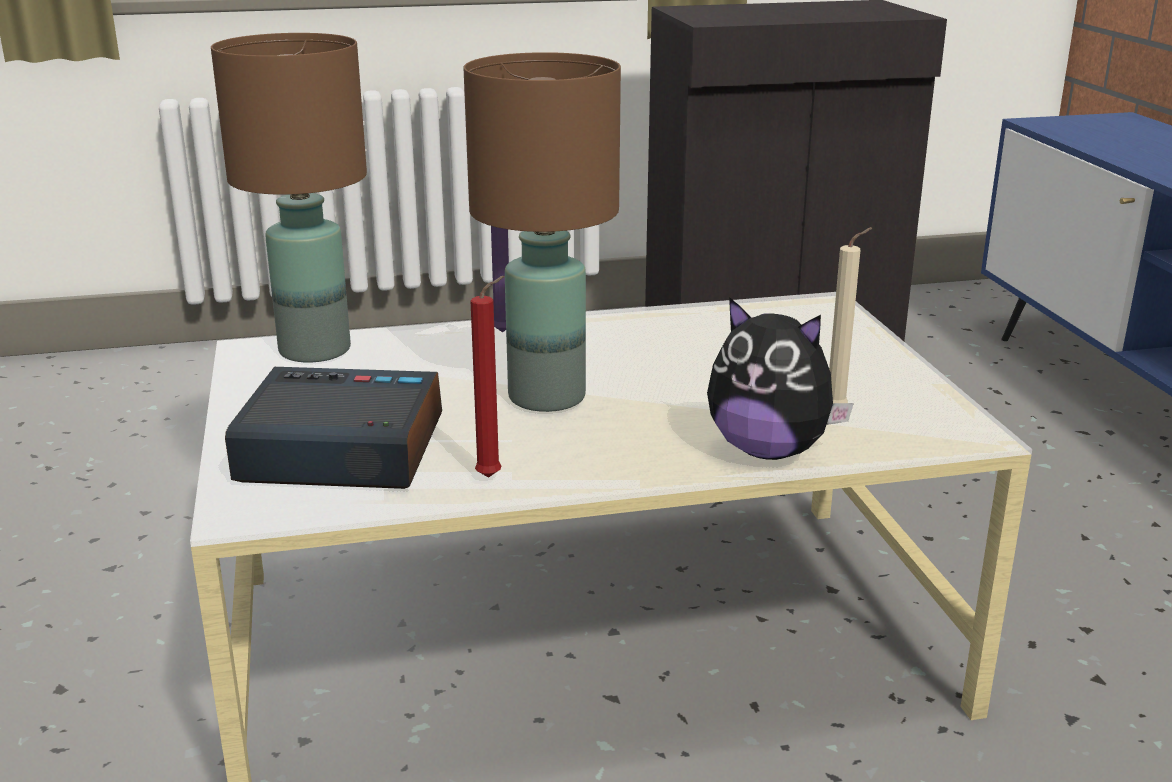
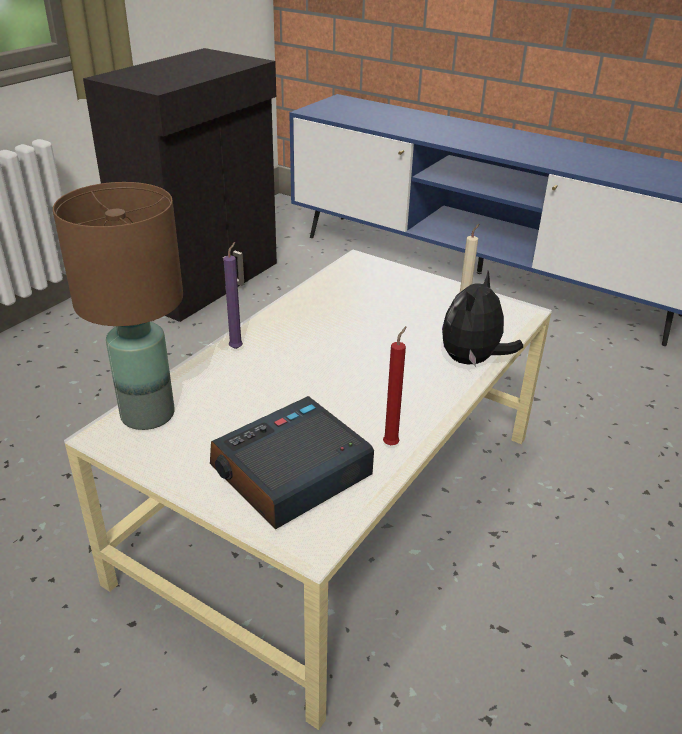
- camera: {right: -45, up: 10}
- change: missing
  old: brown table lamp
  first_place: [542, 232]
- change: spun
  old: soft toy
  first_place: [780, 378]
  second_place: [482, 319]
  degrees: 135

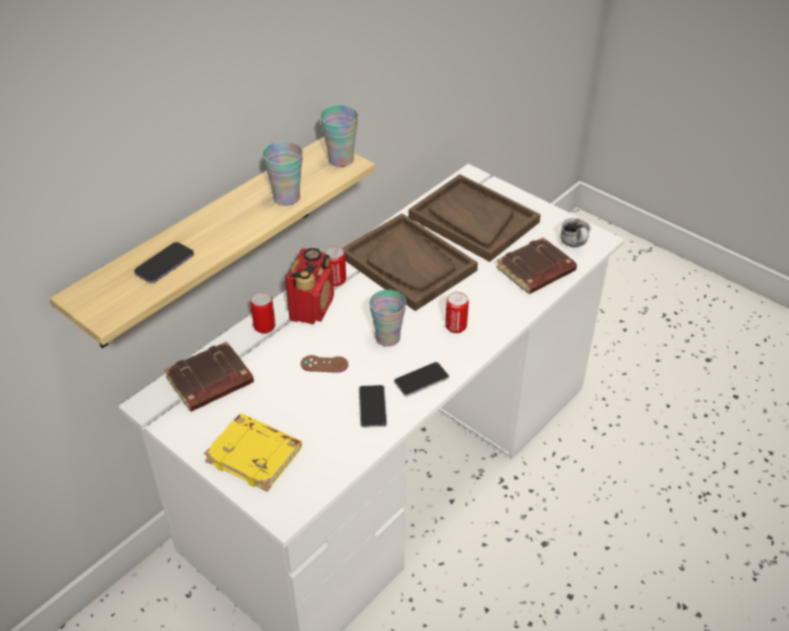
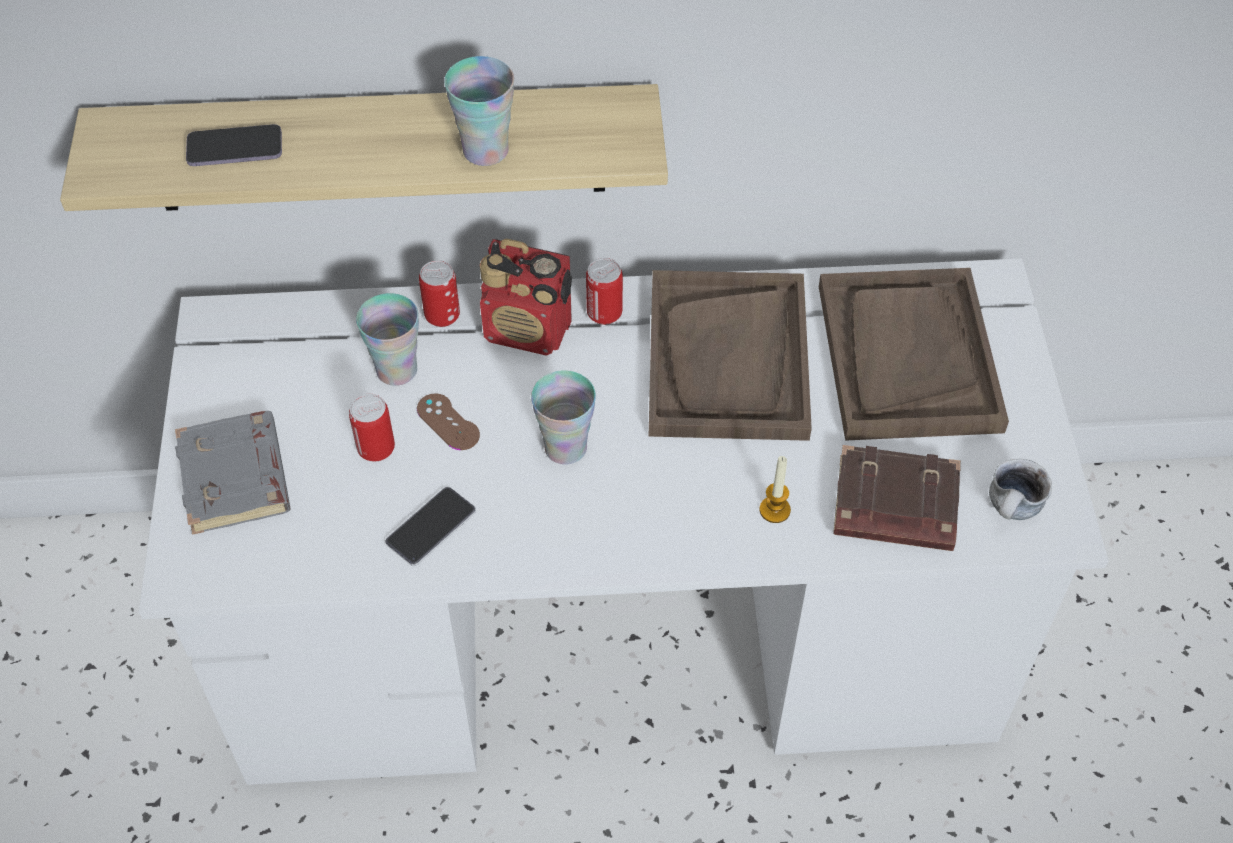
- camera: {right: 45, up: 10}
- change: relocated
  old: cup
  first_place: [339, 136]
  second_place: [387, 339]
- change: spun
  old: radio set
  first_place: [309, 286]
  second_place: [526, 297]
  degrees: 45
- change: relocated
  old: metal can
  first_place: [457, 312]
  second_place: [372, 428]
- change: missing
  old: brown bound book
  first_place: [209, 376]
- change: missing
  old: phone
  first_place: [421, 379]
- change: colour
  old: yellow bound book
  new: grey bound book
  first_place: [253, 452]
  second_place: [233, 473]
- change: appeared
  new: candle
  second_place: [775, 489]

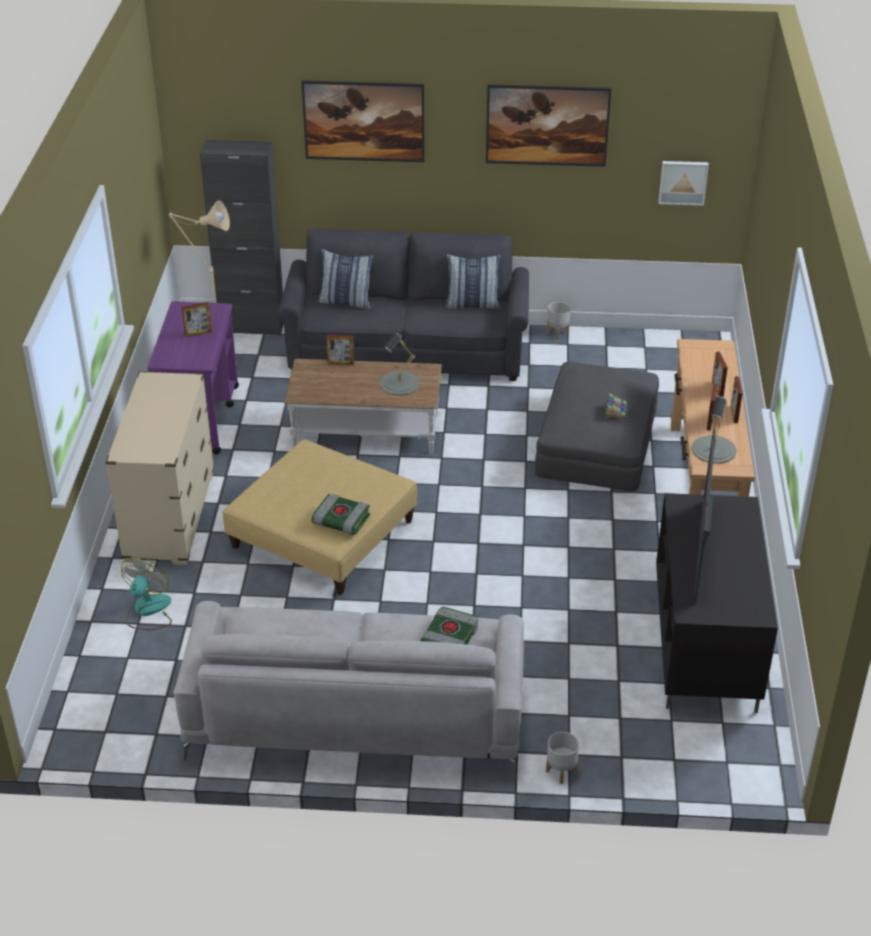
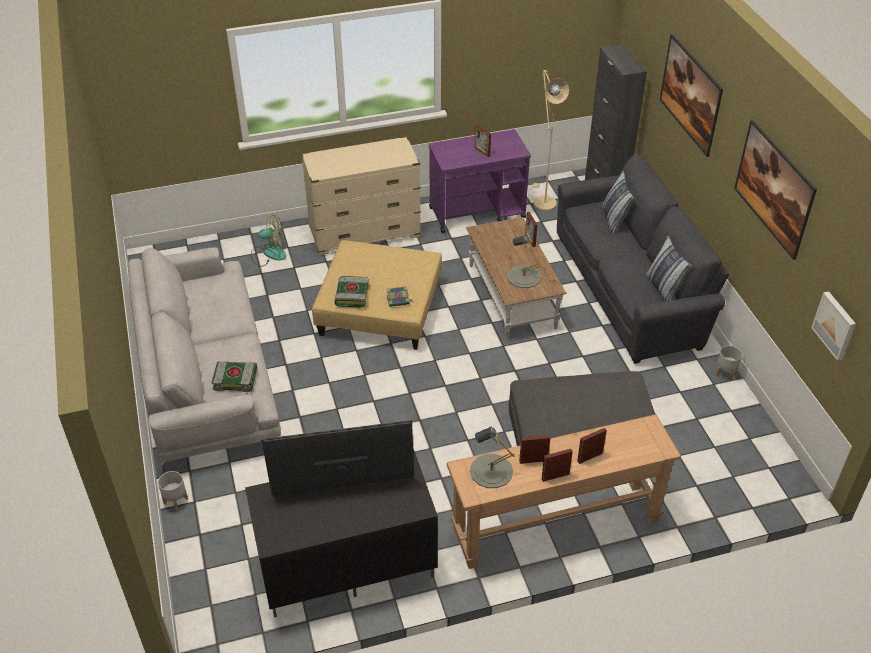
- camera: {right: 70, up: 5}
- change: relocated
  old: bound book
  first_place: [616, 406]
  second_place: [399, 296]

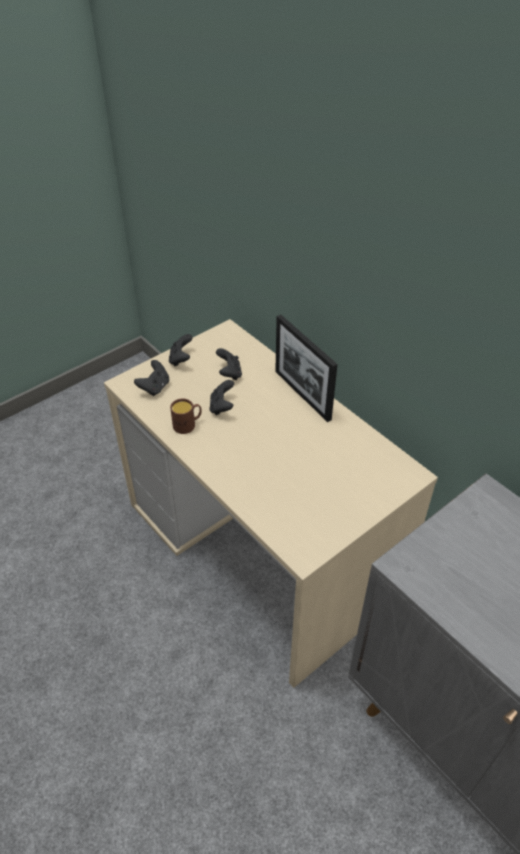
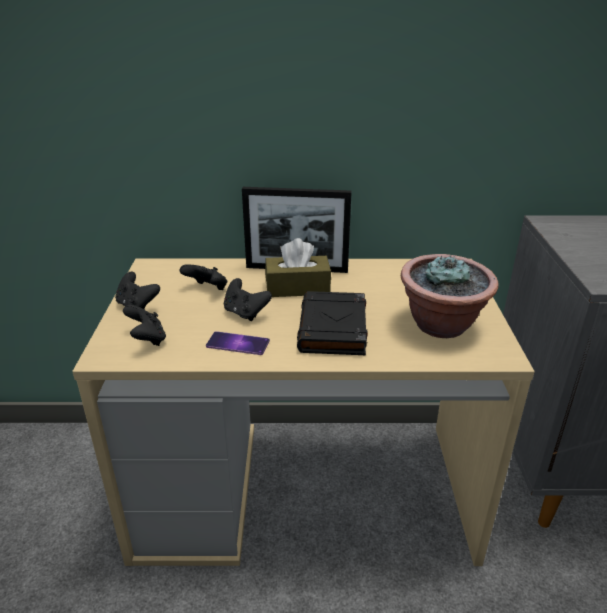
- camera: {right: -50, up: -15}
- change: exchanged
  old: brown coffee mug
  new: phone
  first_place: [186, 416]
  second_place: [238, 343]
- change: appeared
  new: brown tissue holder
  second_place: [298, 267]
- change: appeared
  new: houseplant
  second_place: [450, 296]
- change: appeared
  new: black-coloured bound book
  second_place: [332, 323]

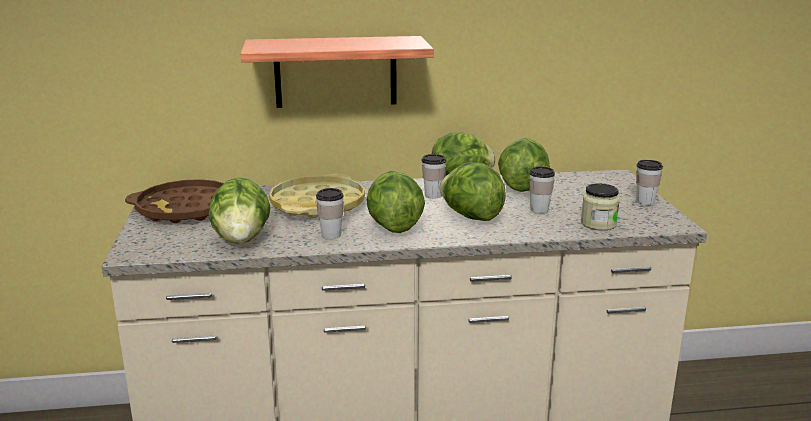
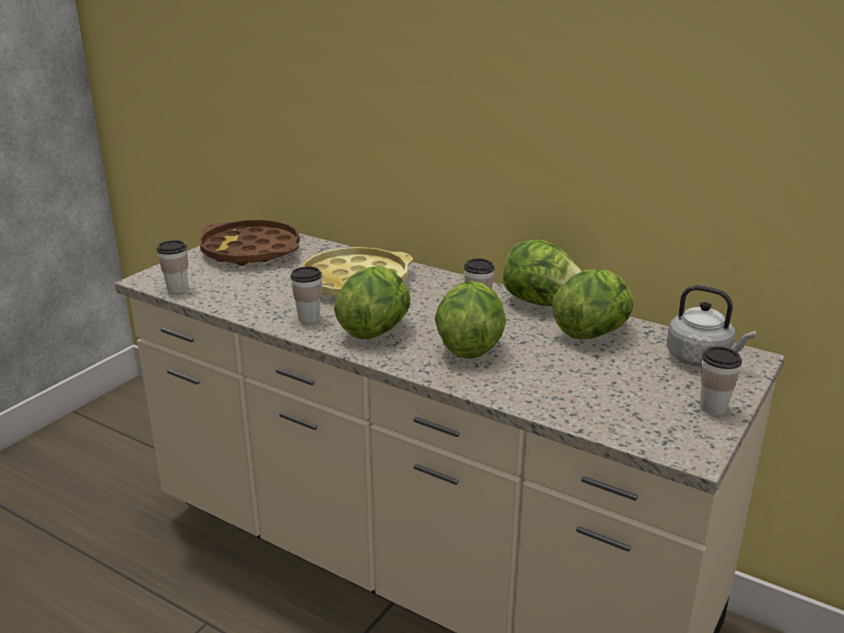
- camera: {right: 40, up: 5}
- change: missing
  old: wall shelf
  first_place: [337, 72]
- change: relocated
  old: cup
  first_place: [542, 189]
  second_place: [172, 266]
- change: missing
  old: lettuce head
  first_place: [239, 210]
- change: missing
  old: jar
  first_place: [600, 207]
- change: appeared
  new: grey water kettle
  second_place: [711, 326]

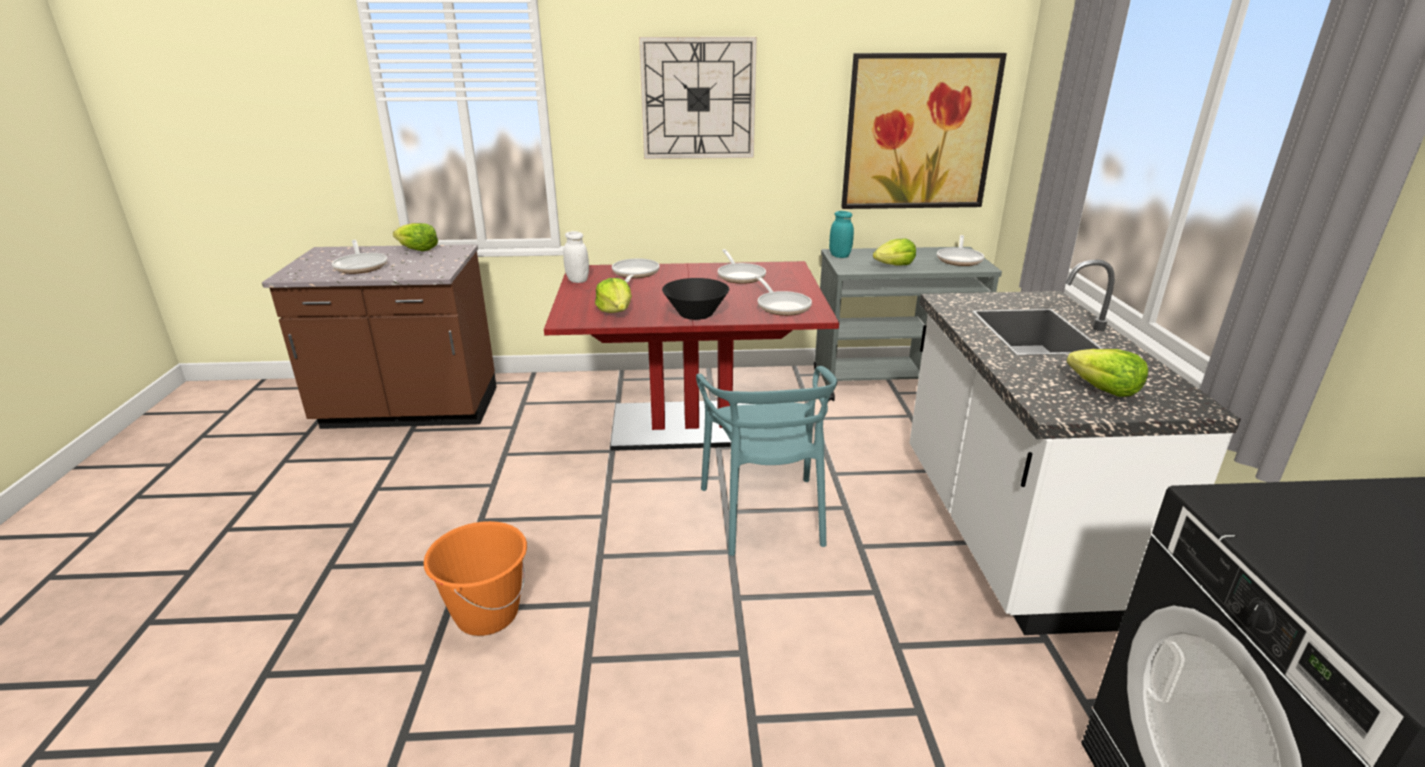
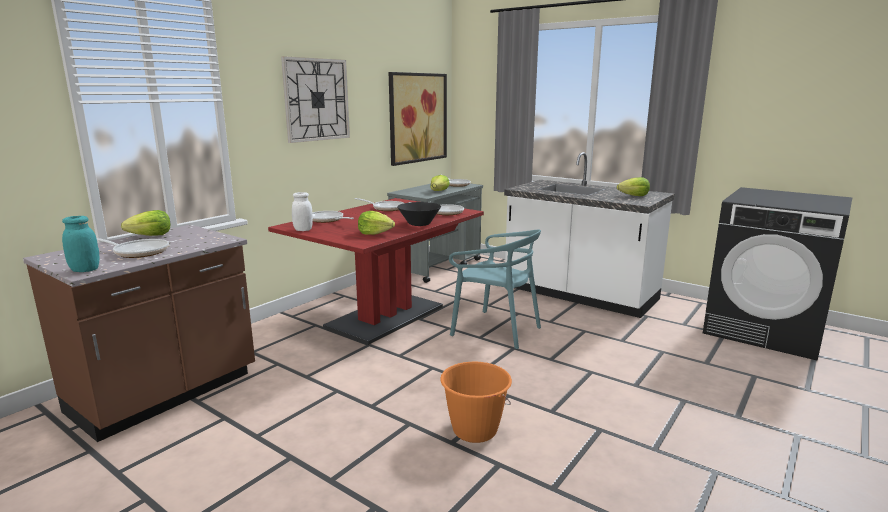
- camera: {right: -50, up: -10}
- change: relocated
  old: blue-green jar
  first_place: [841, 234]
  second_place: [80, 244]

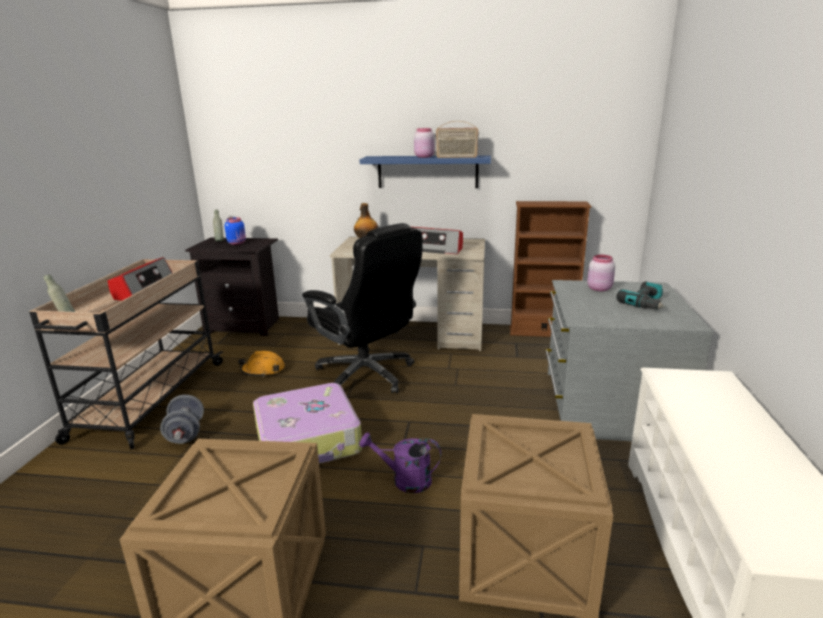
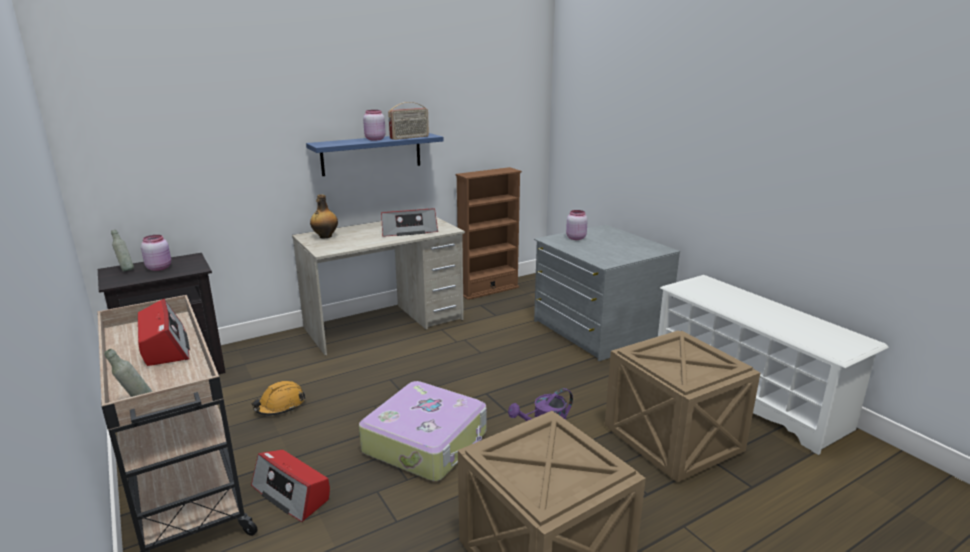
- camera: {right: -40, up: 0}
- change: colour
  old: blue jar
  new: pinkish jar
  first_place: [235, 231]
  second_place: [156, 253]
- change: missing
  old: black-coloured desk chair
  first_place: [362, 308]
- change: missing
  old: power drill
  first_place: [641, 295]
- change: exchanged
  old: grey hand weight
  new: radio set
  first_place: [182, 419]
  second_place: [290, 486]

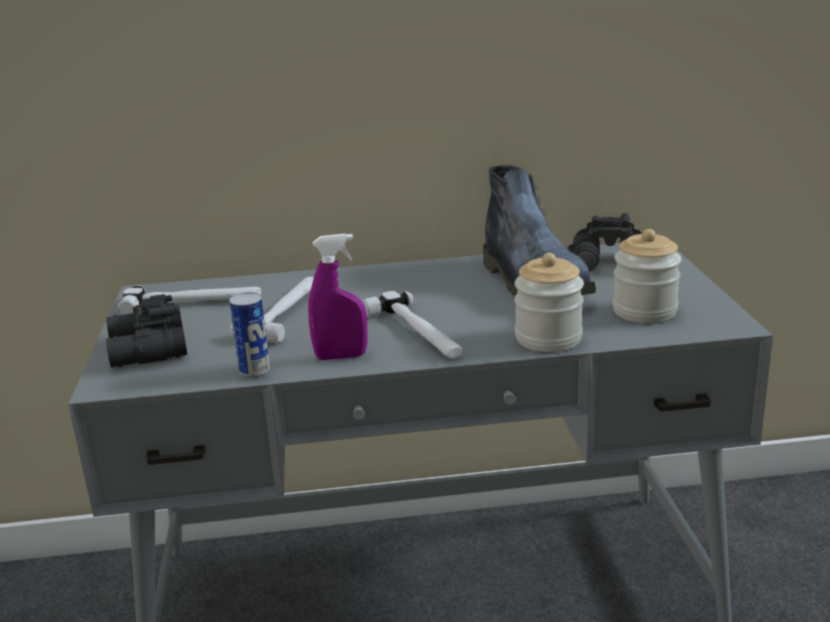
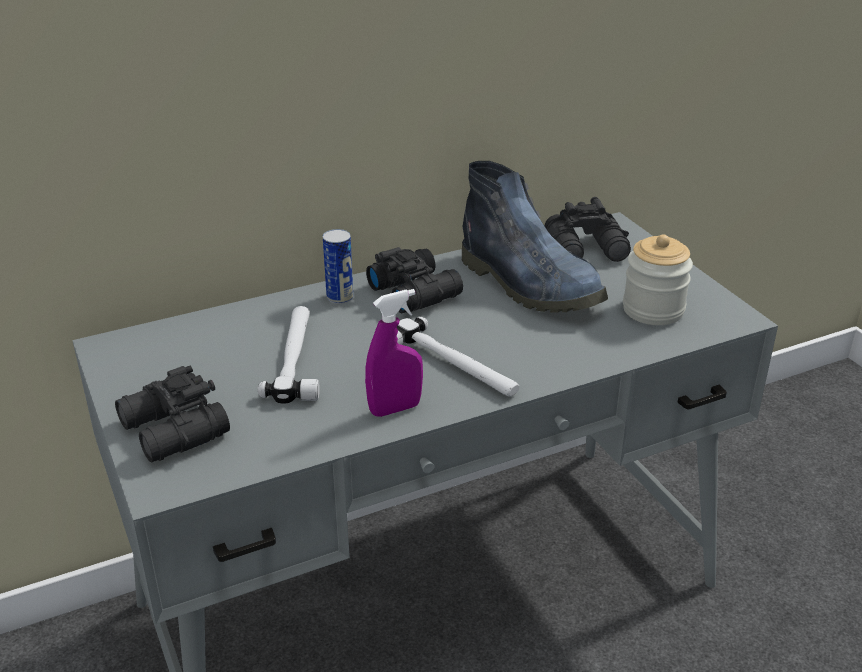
- camera: {right: -20, up: 10}
- change: missing
  old: jar
  first_place: [549, 302]
- change: missing
  old: hand hammer
  first_place: [189, 300]
- change: relocated
  old: metal can
  first_place: [249, 335]
  second_place: [338, 266]
- change: appeared
  new: black-coloured pair of binoculars
  second_place: [414, 280]

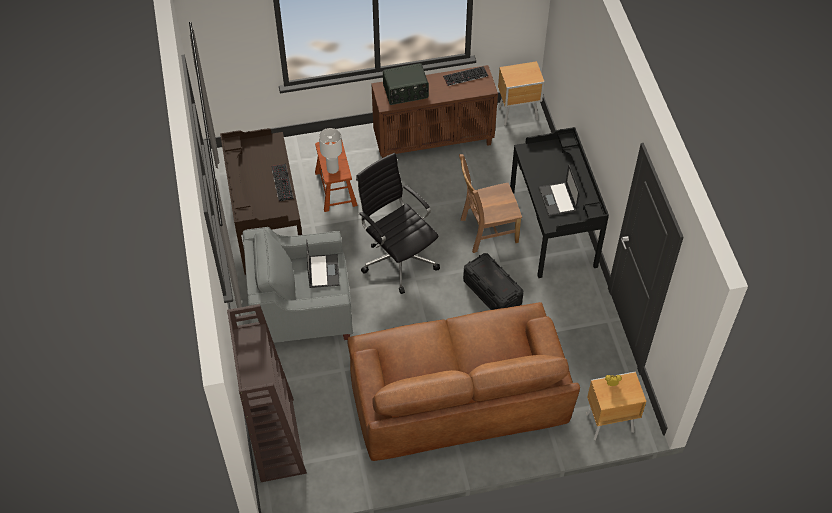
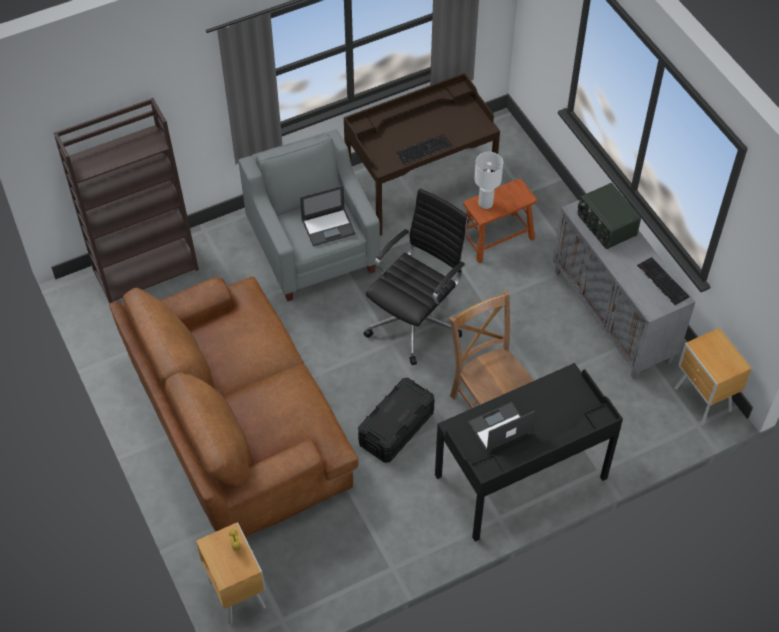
- camera: {right: 75, up: 0}
- change: colour
  old: brown cupboard
  new: grey cupboard
  first_place: [434, 111]
  second_place: [624, 290]

